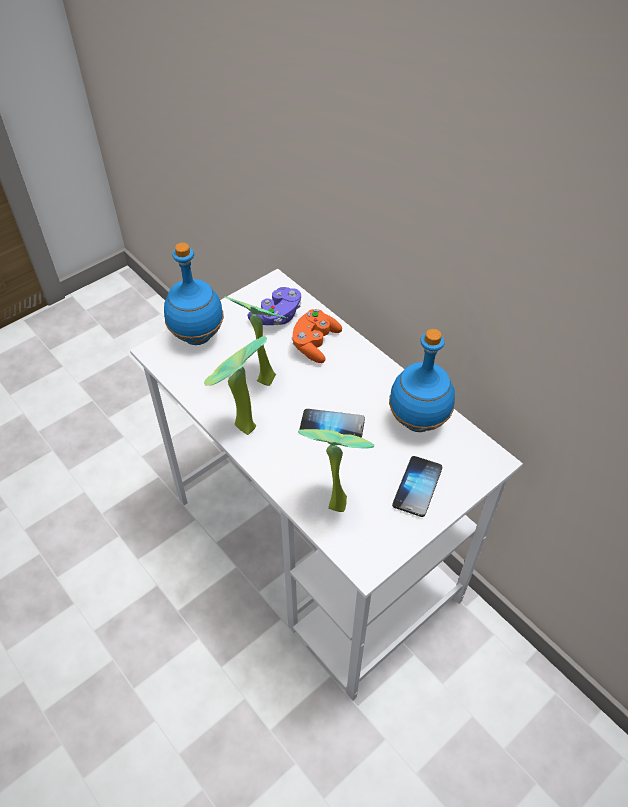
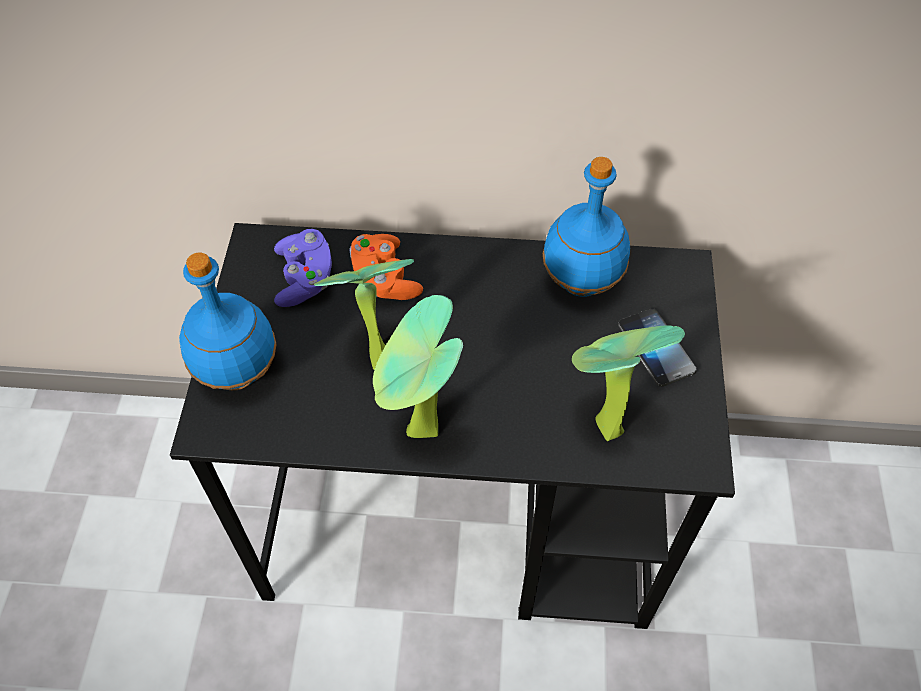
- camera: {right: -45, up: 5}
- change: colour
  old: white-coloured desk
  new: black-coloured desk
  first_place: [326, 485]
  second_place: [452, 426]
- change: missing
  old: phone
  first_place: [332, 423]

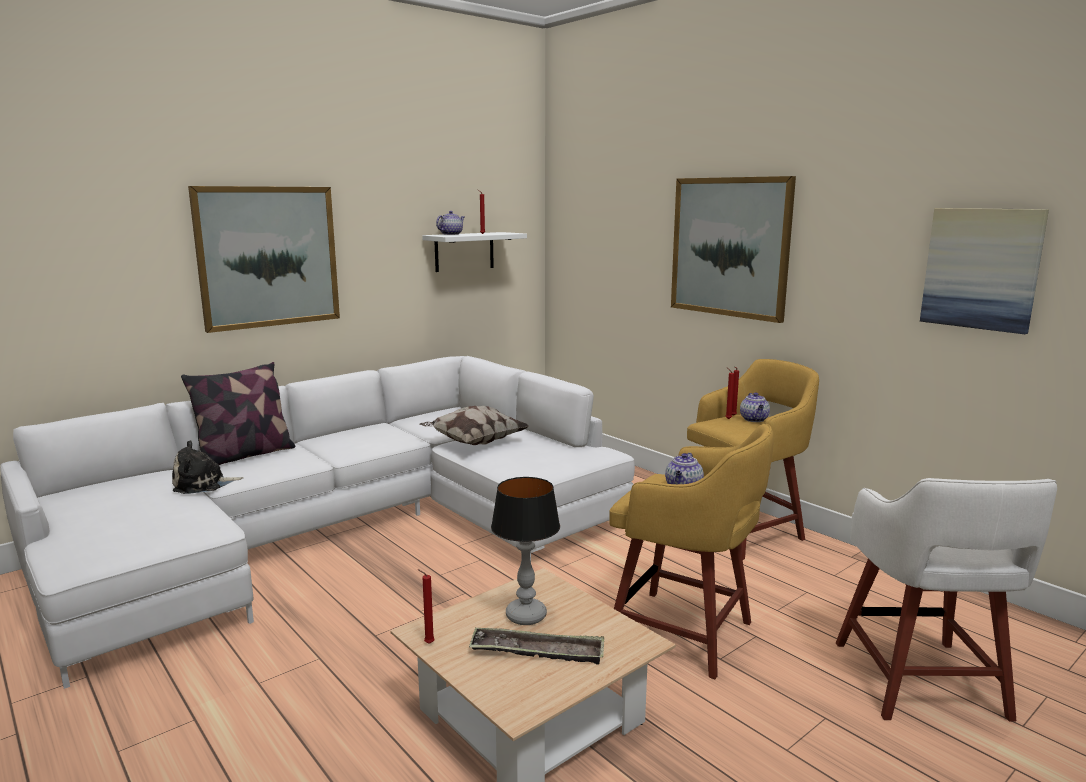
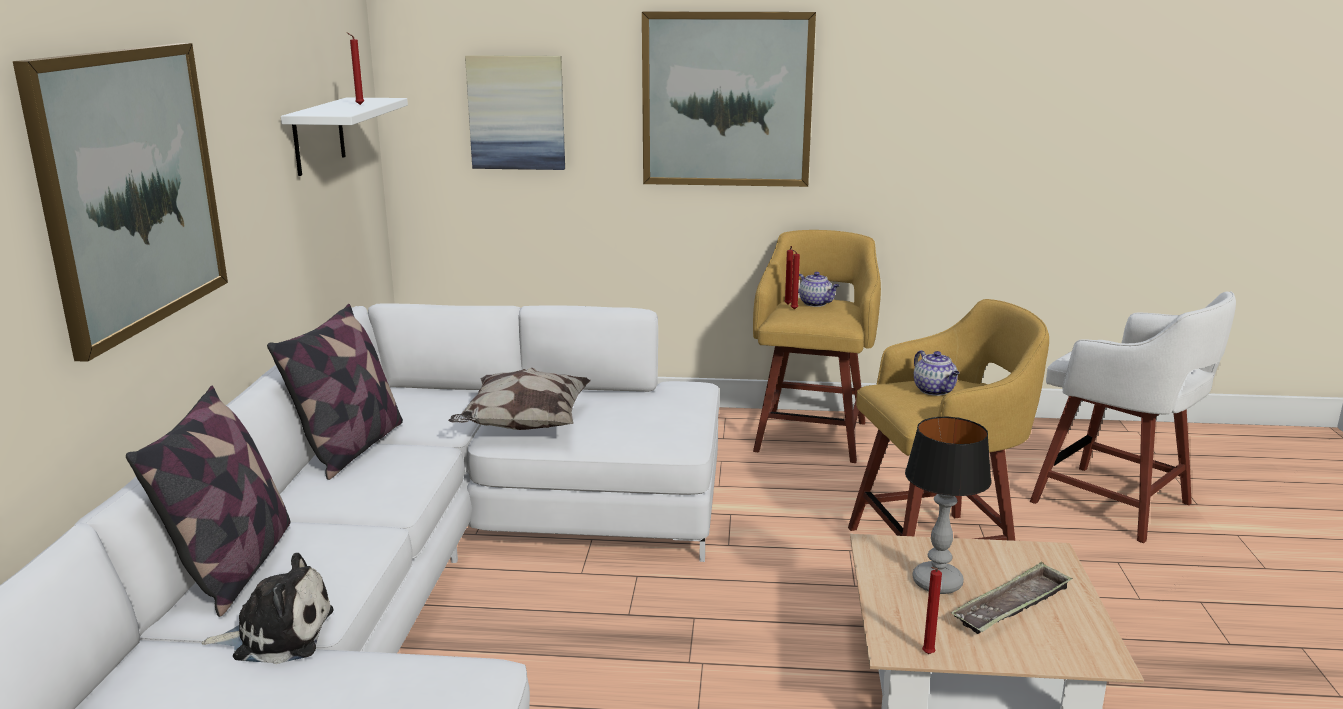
- camera: {right: -45, up: 5}
- change: relocated
  old: wall art
  first_place: [984, 271]
  second_place: [515, 112]
- change: missing
  old: teapot
  first_place: [450, 223]
- change: spun
  old: soft toy
  first_place: [208, 467]
  second_place: [268, 608]
  degrees: -120
- change: appeared
  new: throw pillow
  second_place: [335, 392]

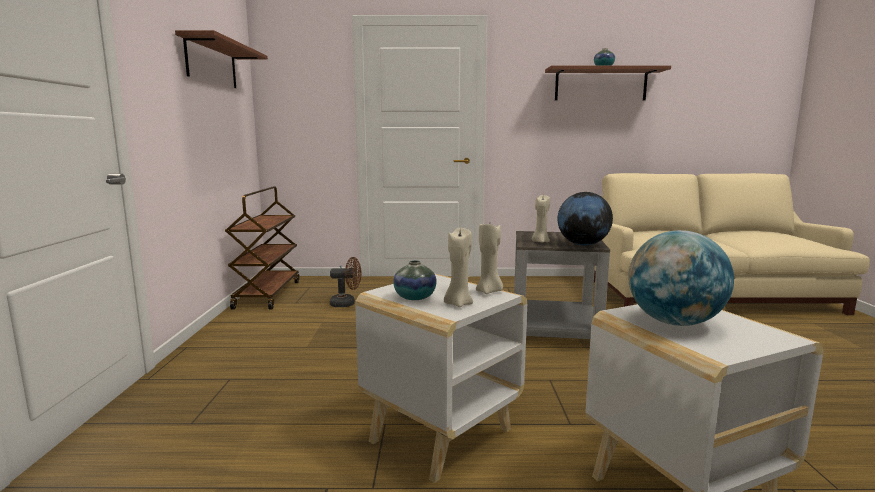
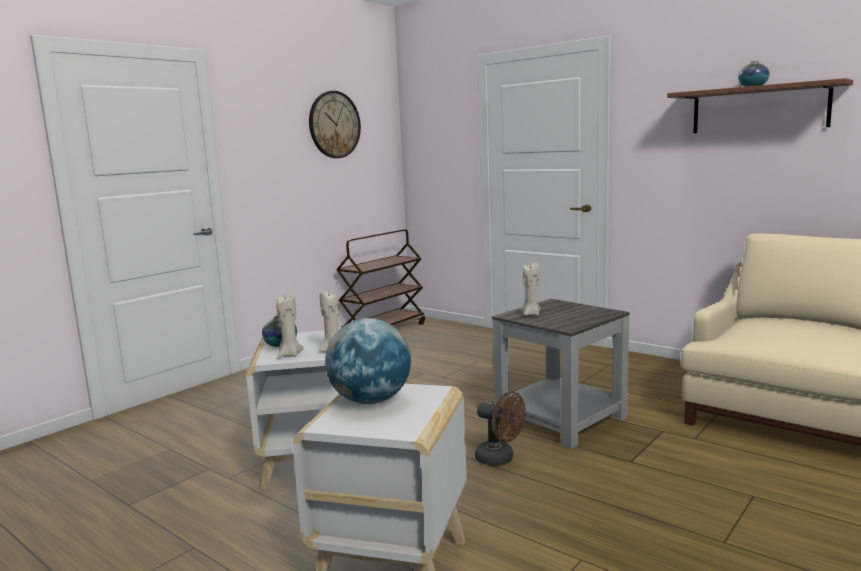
- camera: {right: 40, up: 0}
- change: exchanged
  old: wall shelf
  new: clock on the wall
  first_place: [221, 59]
  second_place: [335, 124]
- change: missing
  old: world globe
  first_place: [585, 218]
- change: relocated
  old: brown cooling fan
  first_place: [346, 282]
  second_place: [500, 428]

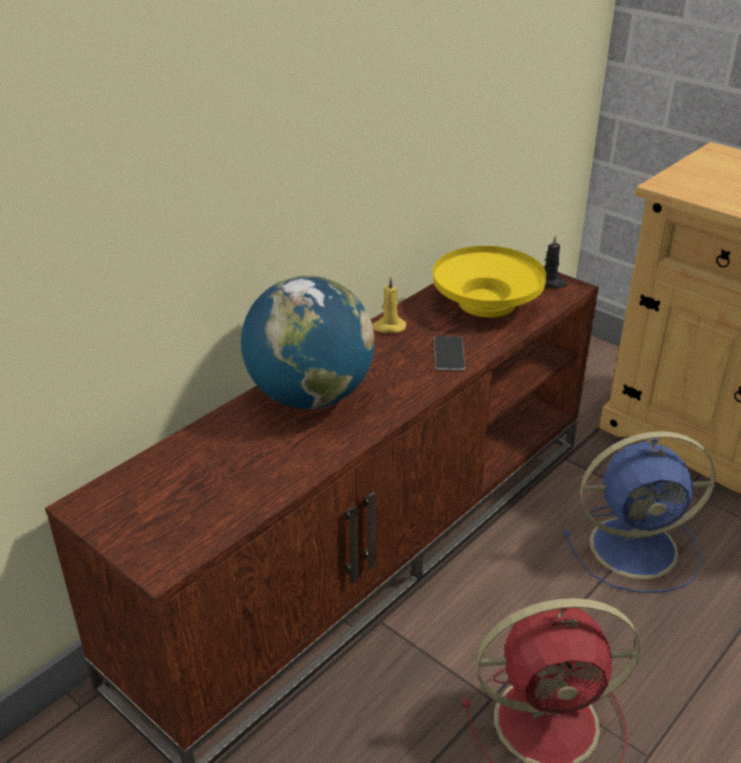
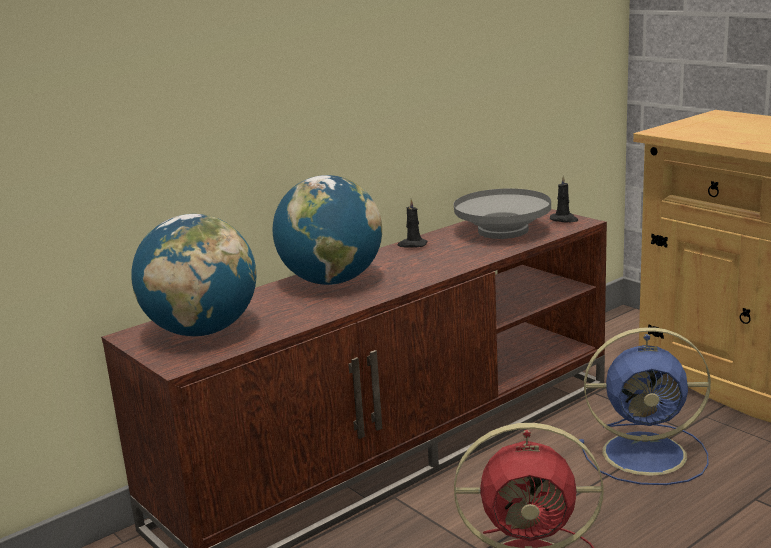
- camera: {right: 10, up: -15}
- change: colour
  old: yellow serving bowl
  new: grey serving bowl
  first_place: [489, 282]
  second_place: [502, 213]
- change: colour
  old: yellow candle
  new: black-coloured candle
  first_place: [389, 305]
  second_place: [413, 223]
- change: missing
  old: phone
  first_place: [449, 353]
- change: appeared
  new: world globe
  second_place: [193, 275]

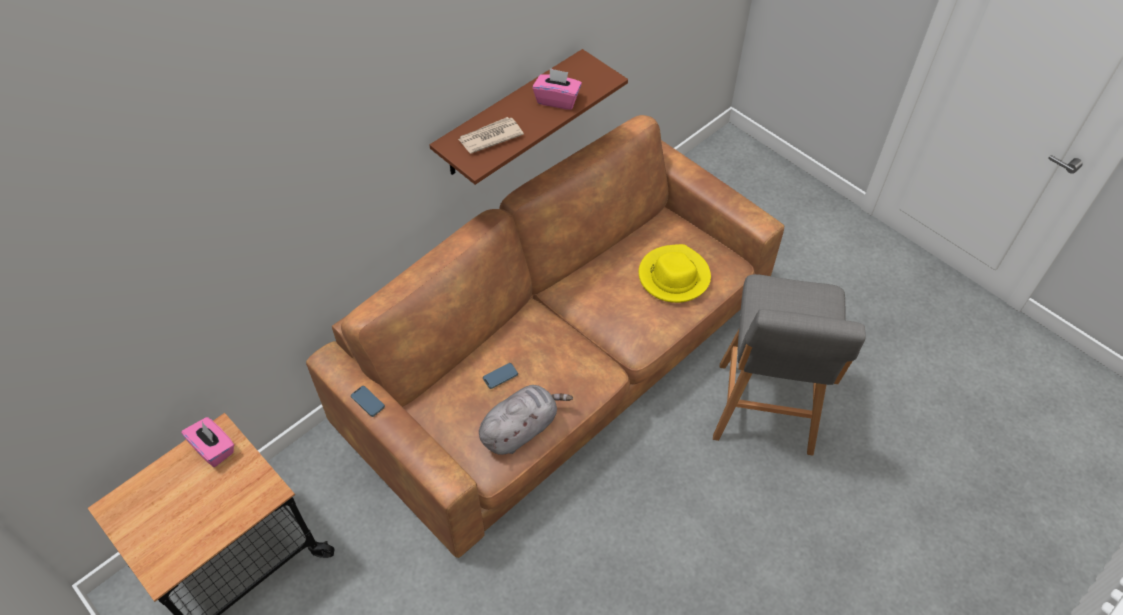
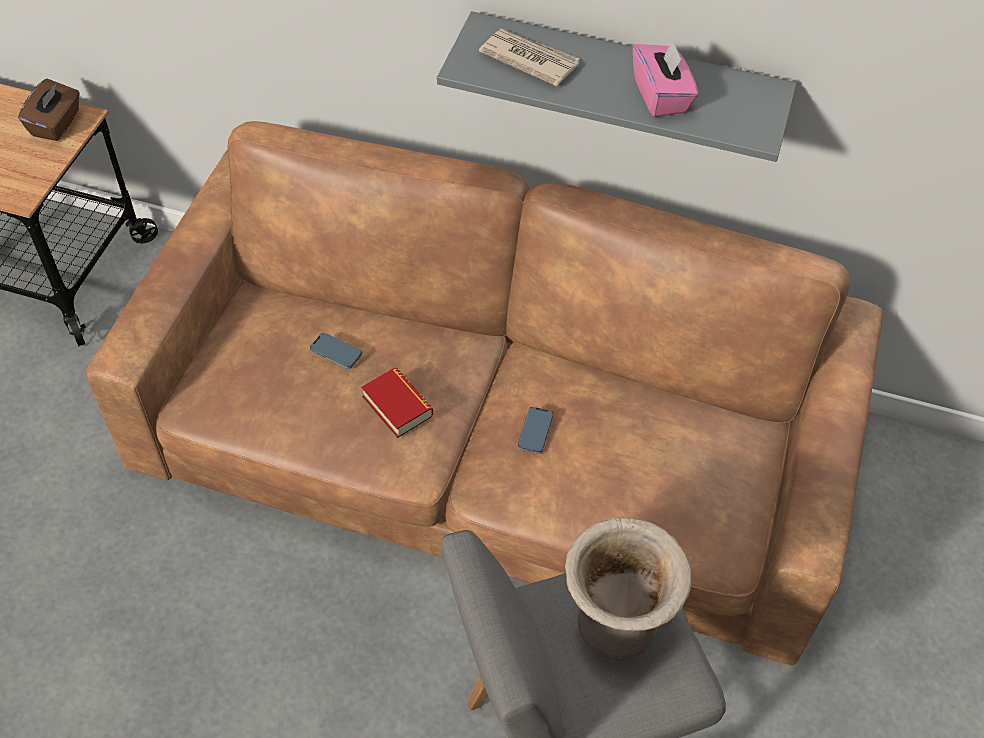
- camera: {right: 60, up: 0}
- change: colour
  old: brown wall shelf
  new: grey wall shelf
  first_place: [529, 117]
  second_place: [617, 86]
- change: missing
  old: yellow wearable hat
  first_place: [675, 273]
- change: missing
  old: grey soft toy
  first_place: [526, 420]
- change: relocated
  old: phone
  first_place: [368, 401]
  second_place: [535, 430]
- change: colour
  old: pinkish tissue holder
  new: brown tissue holder
  first_place: [207, 442]
  second_place: [49, 110]
- change: appeared
  new: bound book
  second_place: [397, 403]
- change: appeared
  new: sand-coloured decorative vase
  second_place: [628, 589]

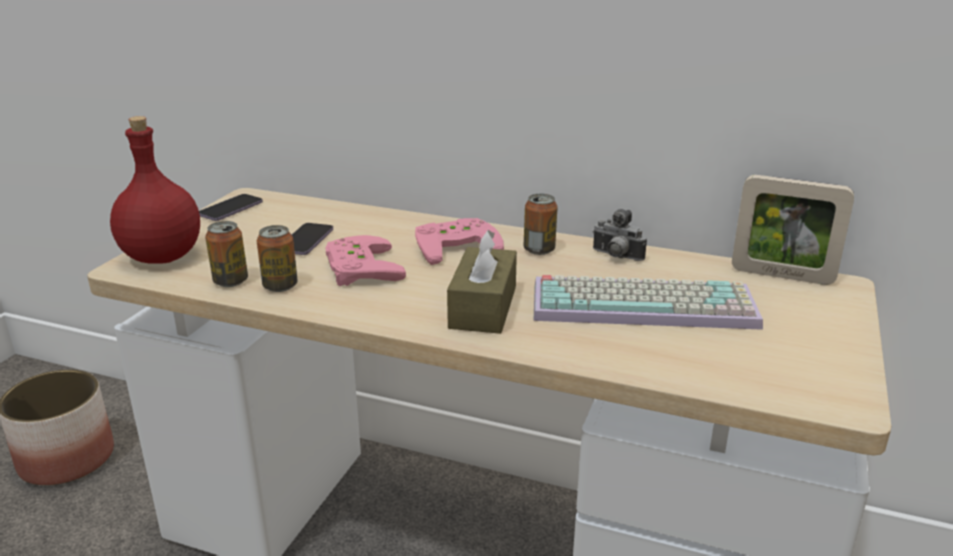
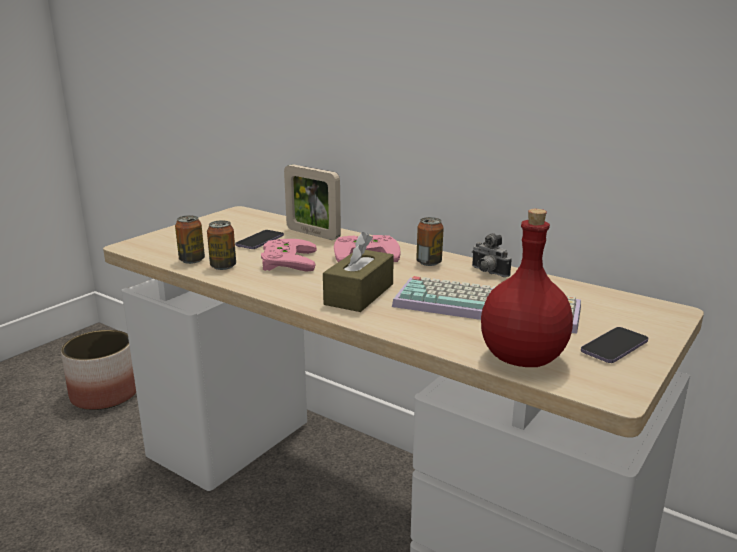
- camera: {right: 15, up: -5}
- change: relocated
  old: reddish drink bottle
  first_place: [155, 190]
  second_place: [527, 288]
- change: relocated
  old: photo frame
  first_place: [793, 230]
  second_place: [312, 202]
- change: relocated
  old: phone
  first_place: [231, 207]
  second_place: [614, 345]

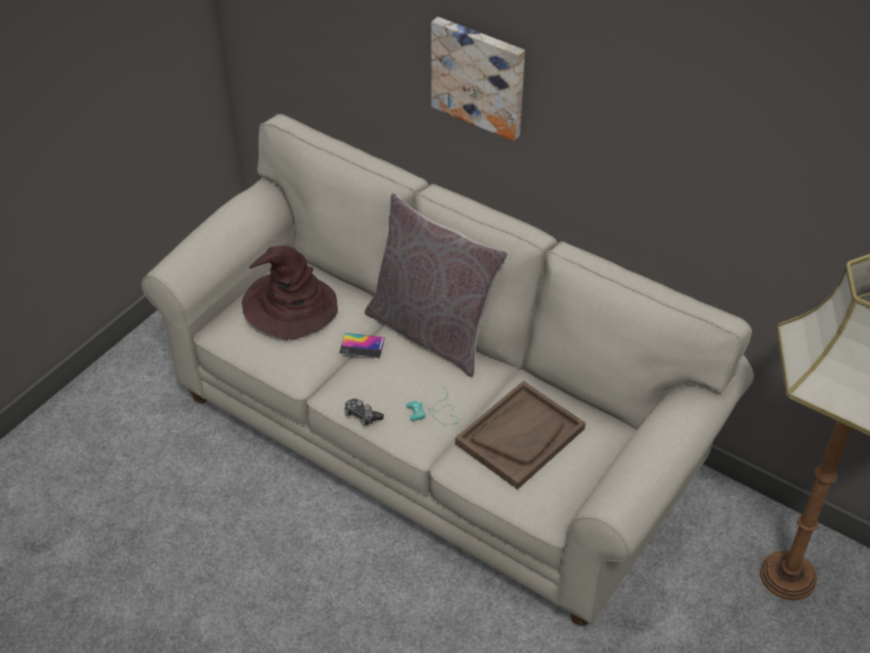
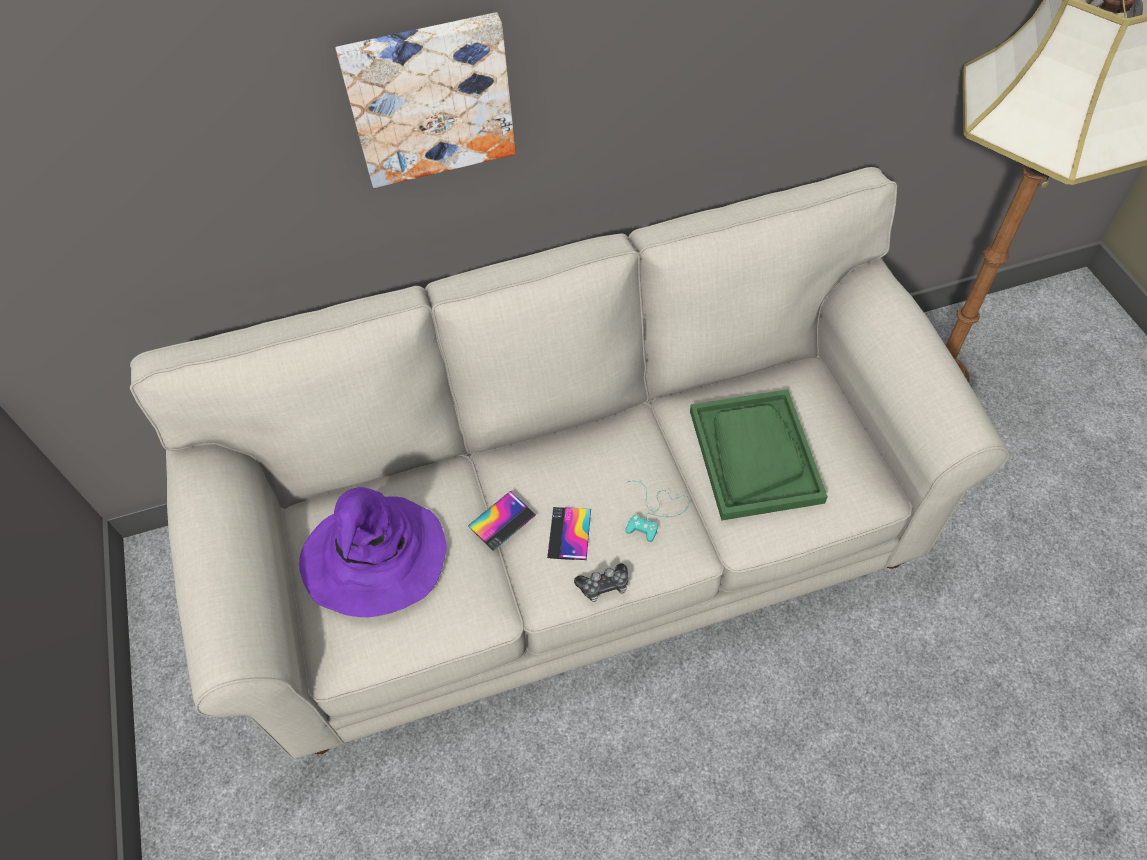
- camera: {right: -50, up: 10}
- change: missing
  old: grey throw pillow
  first_place: [436, 285]
- change: colour
  old: brown wearable hat
  new: purple-coloured wearable hat
  first_place: [290, 293]
  second_place: [372, 552]
- change: colour
  old: brown serving tray
  new: green serving tray
  first_place: [520, 435]
  second_place: [759, 455]
- change: appeared
  new: phone
  second_place: [569, 533]

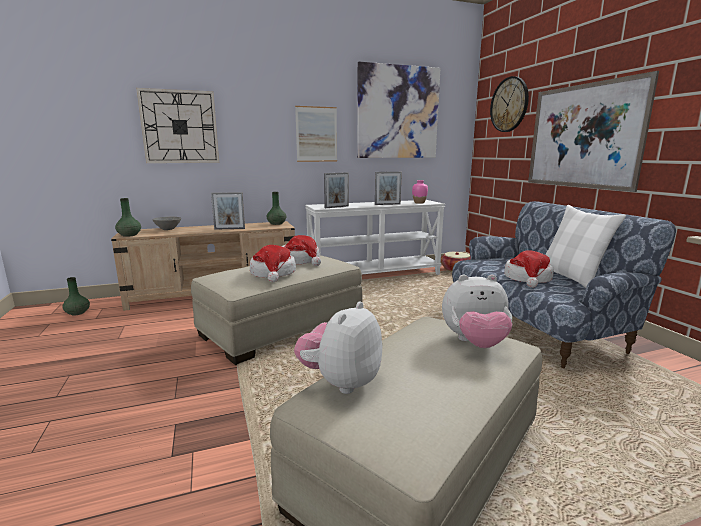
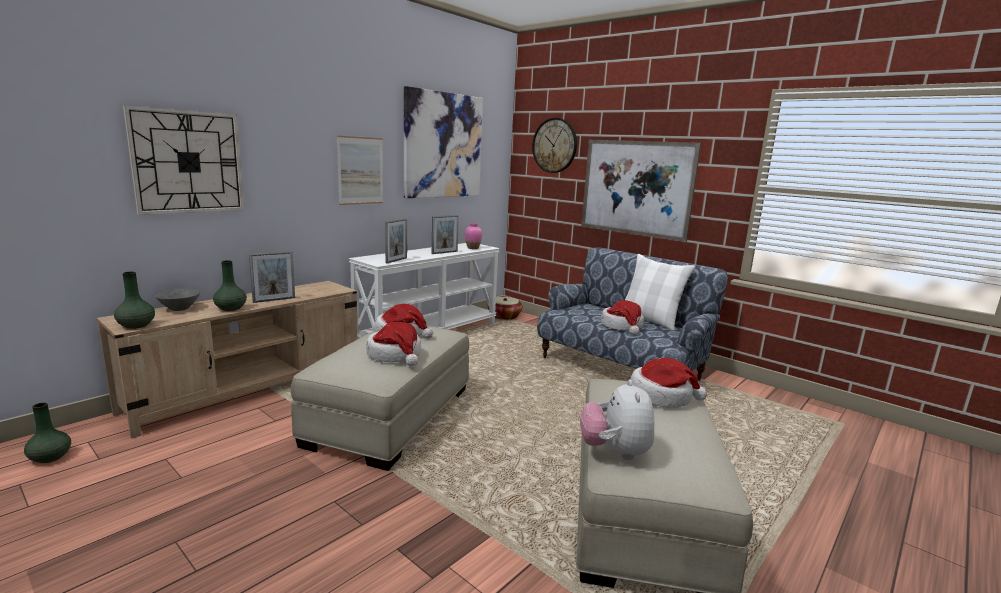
- camera: {right: -30, up: 0}
- change: relocated
  old: green decorative vase
  first_place: [276, 208]
  second_place: [230, 285]
- change: exchanged
  old: soft toy
  new: wearable hat
  first_place: [477, 311]
  second_place: [668, 383]

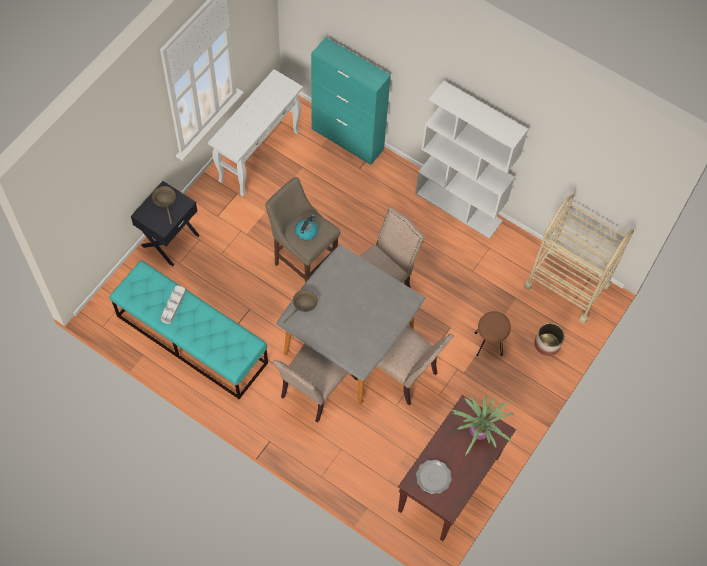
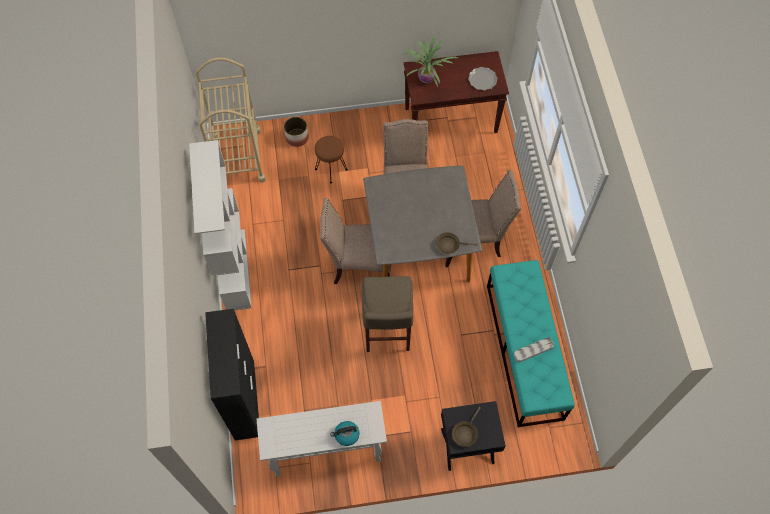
- camera: {right: -130, up: 0}
- change: colour
  old: blue-green cupboard
  new: black-coloured cupboard
  first_place: [351, 101]
  second_place: [232, 374]
- change: relocated
  old: water kettle
  first_place: [306, 227]
  second_place: [345, 433]

